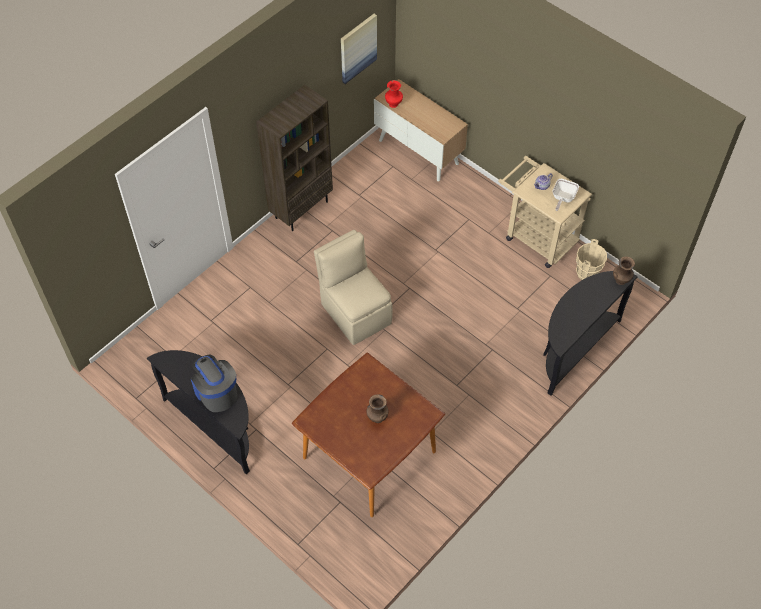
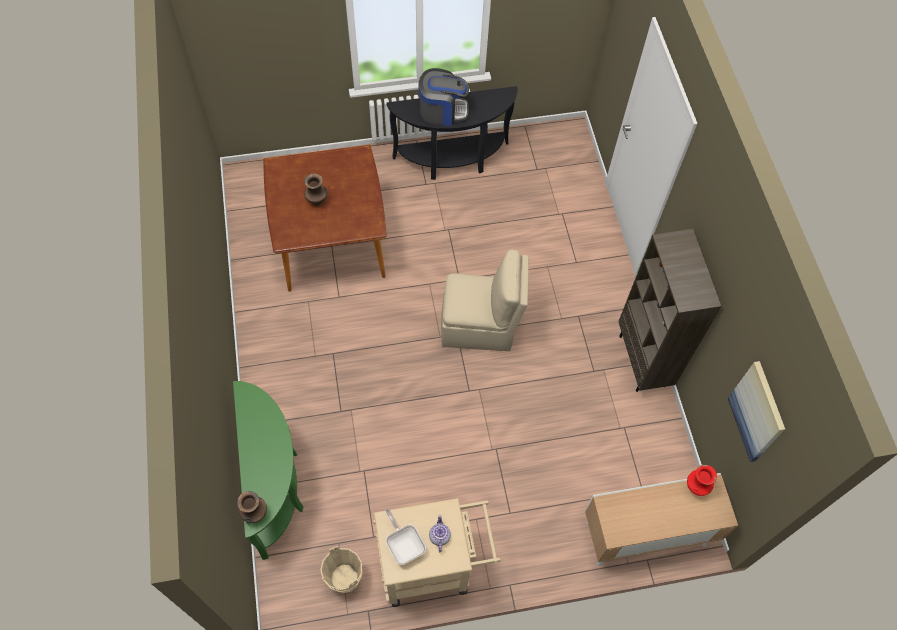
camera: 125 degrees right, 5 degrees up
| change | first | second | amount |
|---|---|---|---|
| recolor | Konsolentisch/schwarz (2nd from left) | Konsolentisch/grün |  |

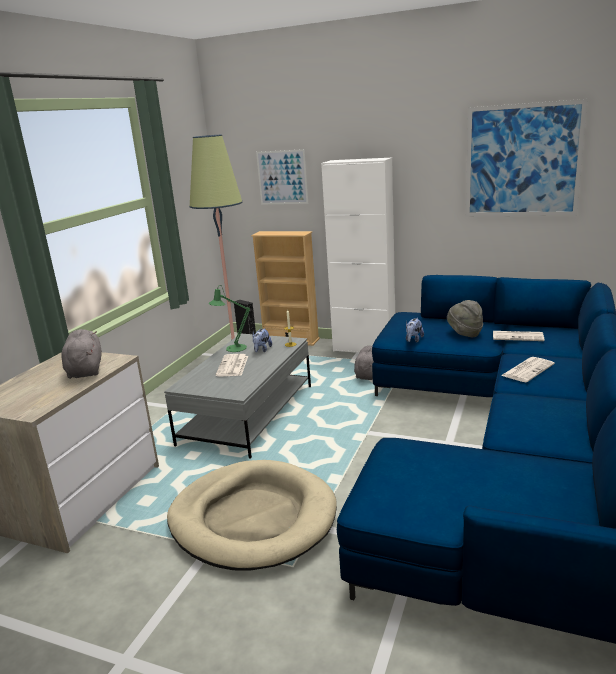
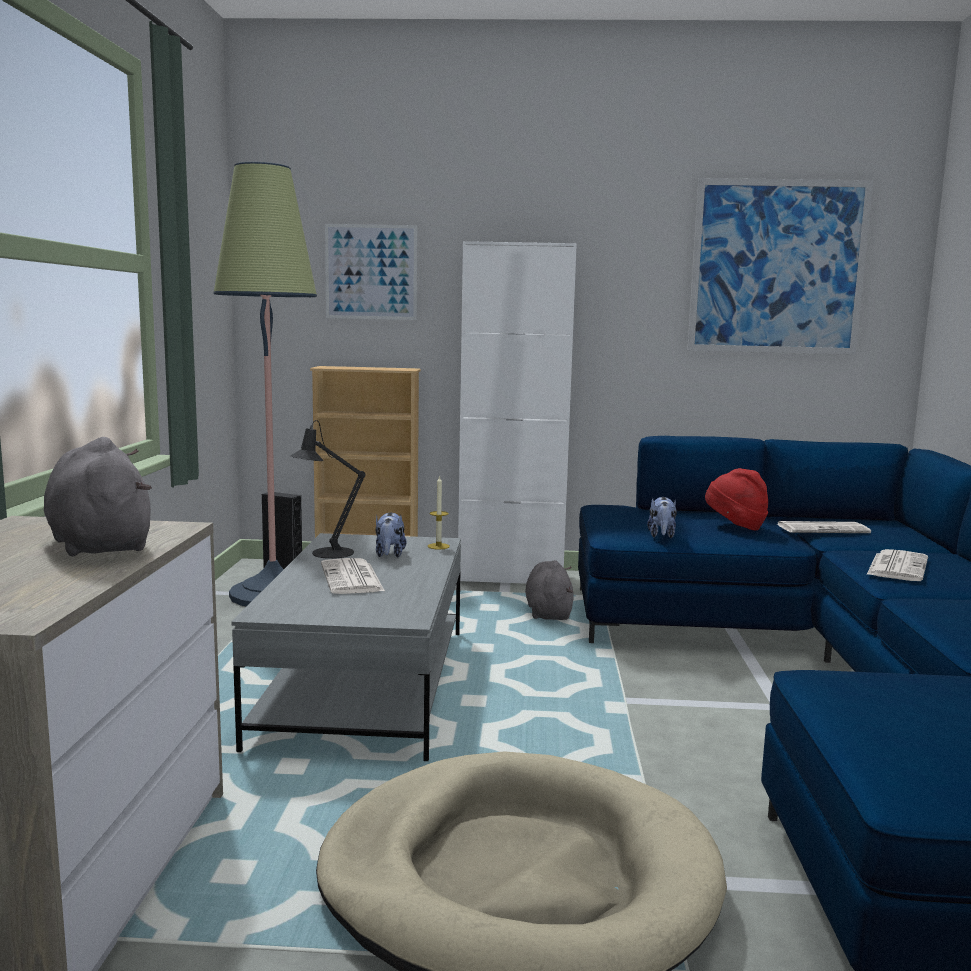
camera: 20 degrees left, 10 degrees down
| change | first | second | amount |
|---|---|---|---|
| recolor | Tischlampe/grün | Tischlampe/schwarz |  |
| recolor | Hut/grau | Hut/rot |  |

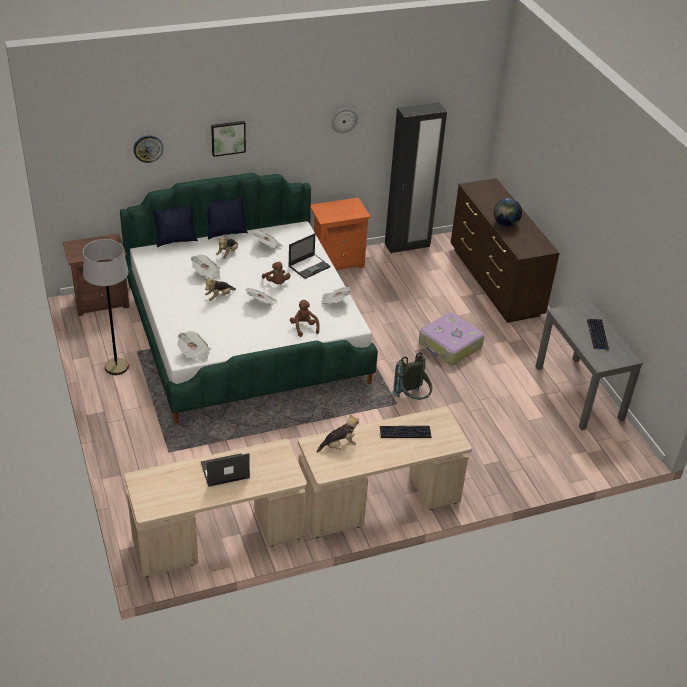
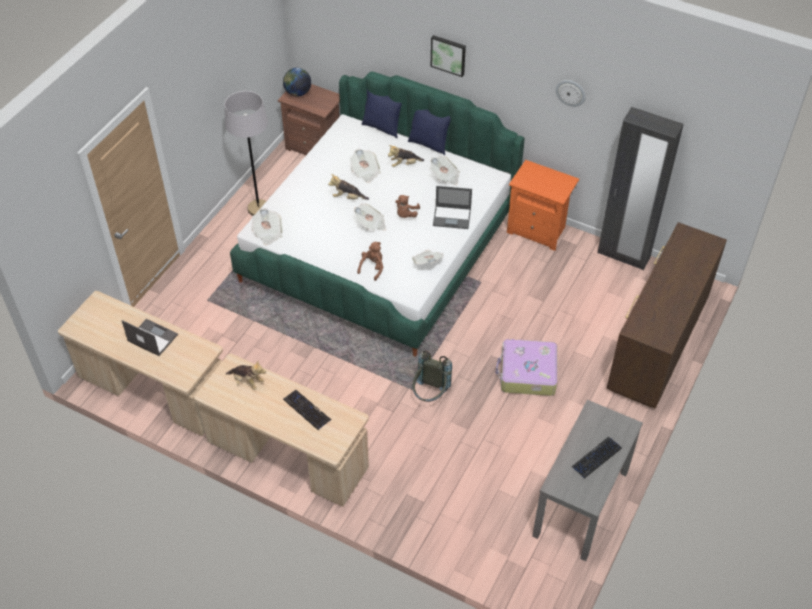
camera: 50 degrees right, 10 degrees up
| change | first | second | amount |
|---|---|---|---|
| move | Globus |  |  |
| delete | Wanduhr (1st from left) |  |  |

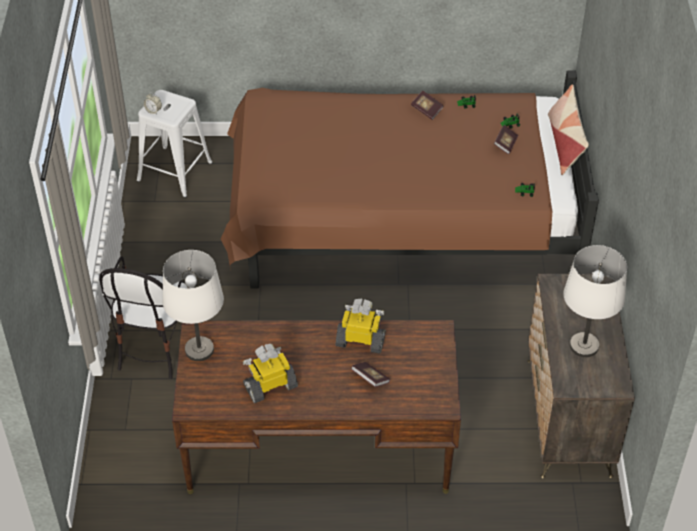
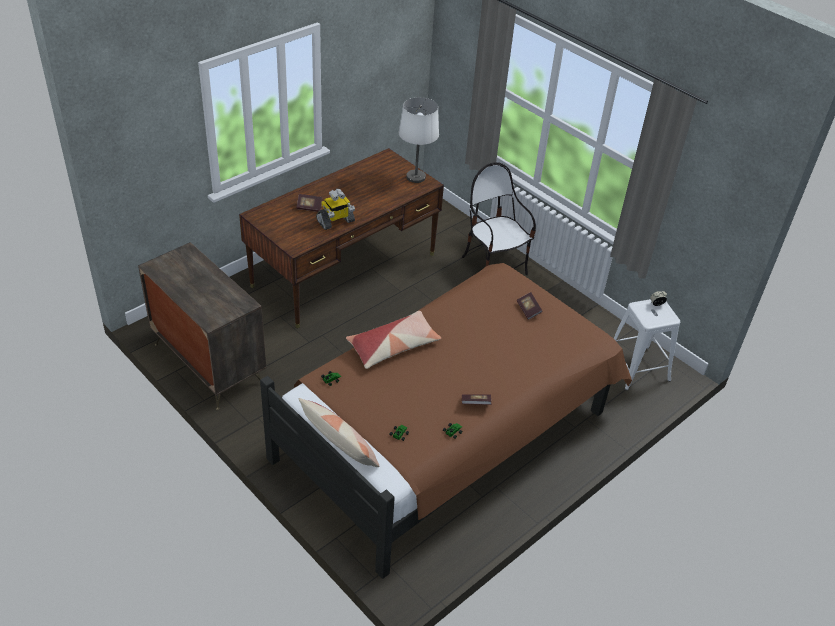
camera: 135 degrees right, 5 degrees down
| change | first | second | amount |
|---|---|---|---|
| insert |  | Kissen (2nd from left) |  |
| move | Buch (3rd from left) |  |  |
| delete | Spielzeugroboter (1st from left) |  |  |
| delete | Tischlampe/weiß (2nd from left) |  |  |

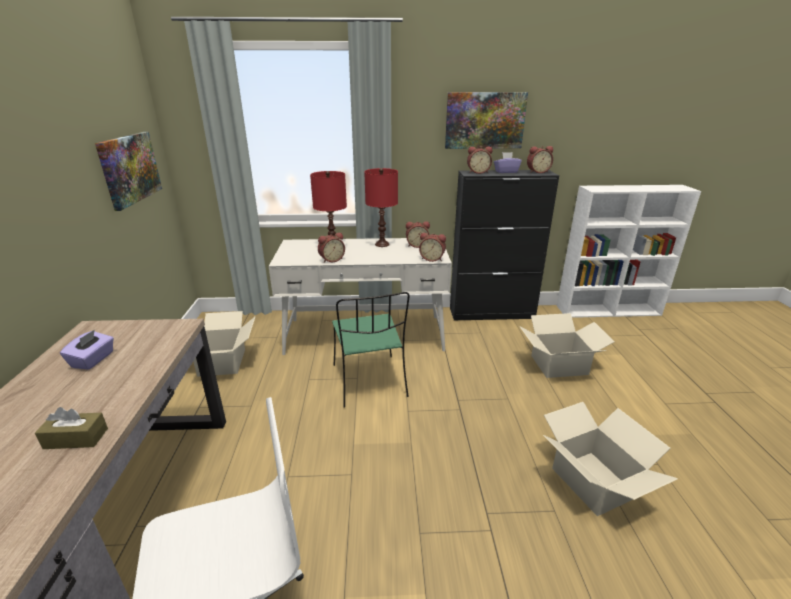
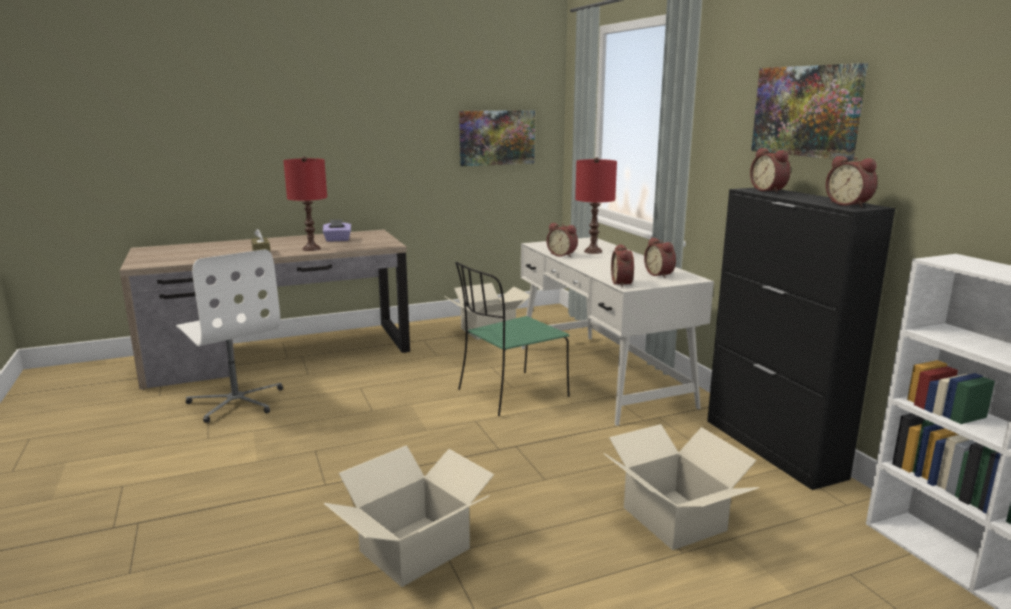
camera: 70 degrees right, 10 degrees down
| change | first | second | amount |
|---|---|---|---|
| move | Tischlampe/rot (2nd from left in the first image) | Tischlampe/rot (1st from left) |  |
| delete | Taschentuchbox/lila (2nd from left) |  |  |

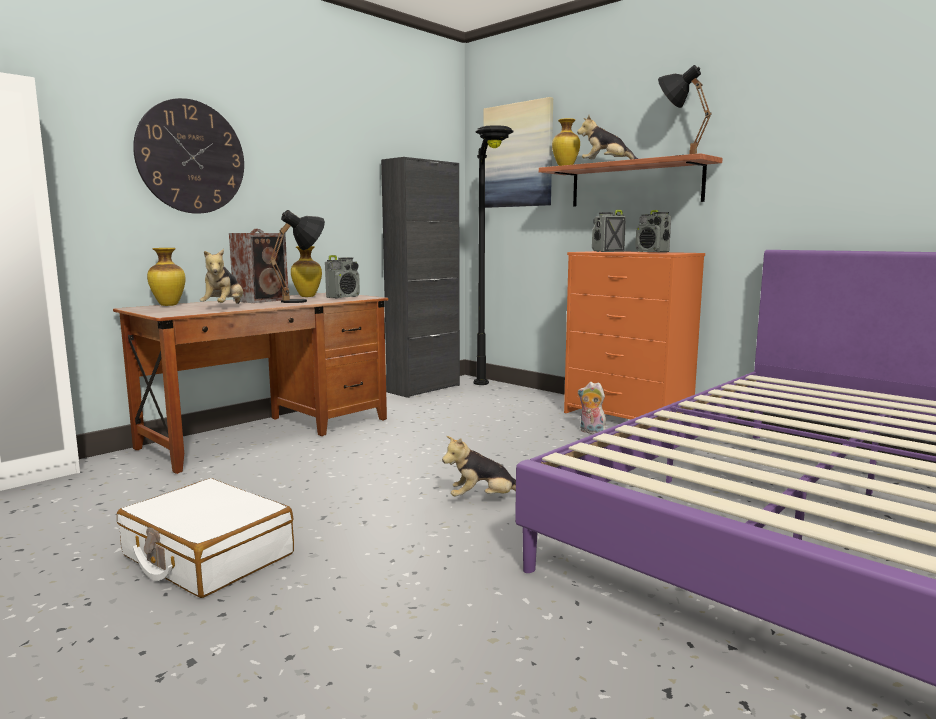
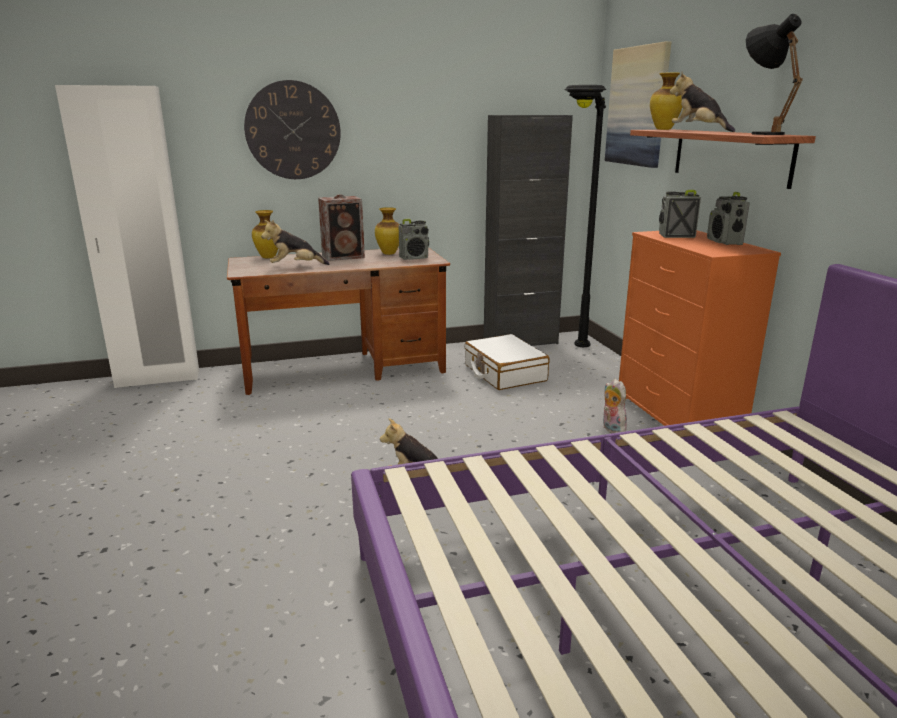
camera: 30 degrees right, 10 degrees up
| change | first | second | amount |
|---|---|---|---|
| rotate | Plüschtier (1st from left) |  | 45 degrees clockwise |
| move | Koffer/weiß |  |  |
| delete | Tischlampe/schwarz (1st from left) |  |  |

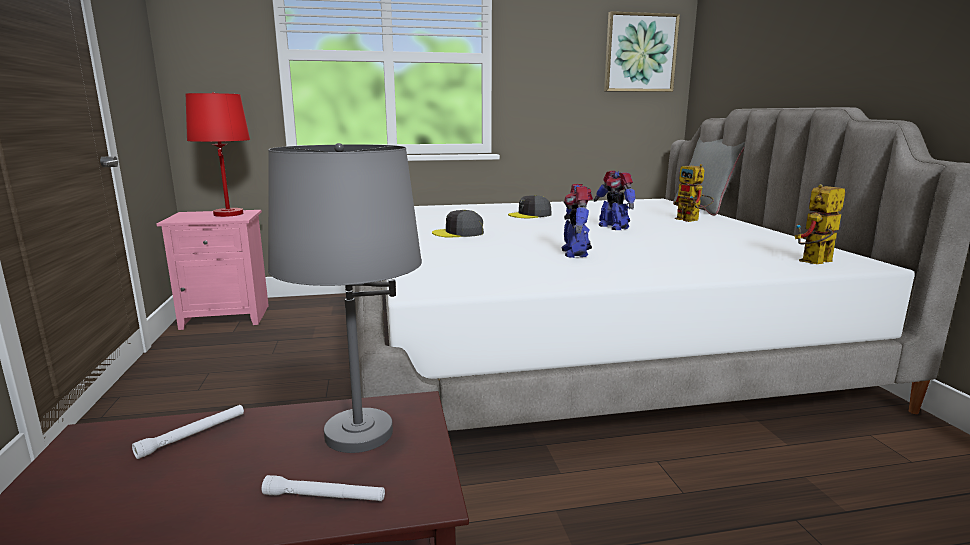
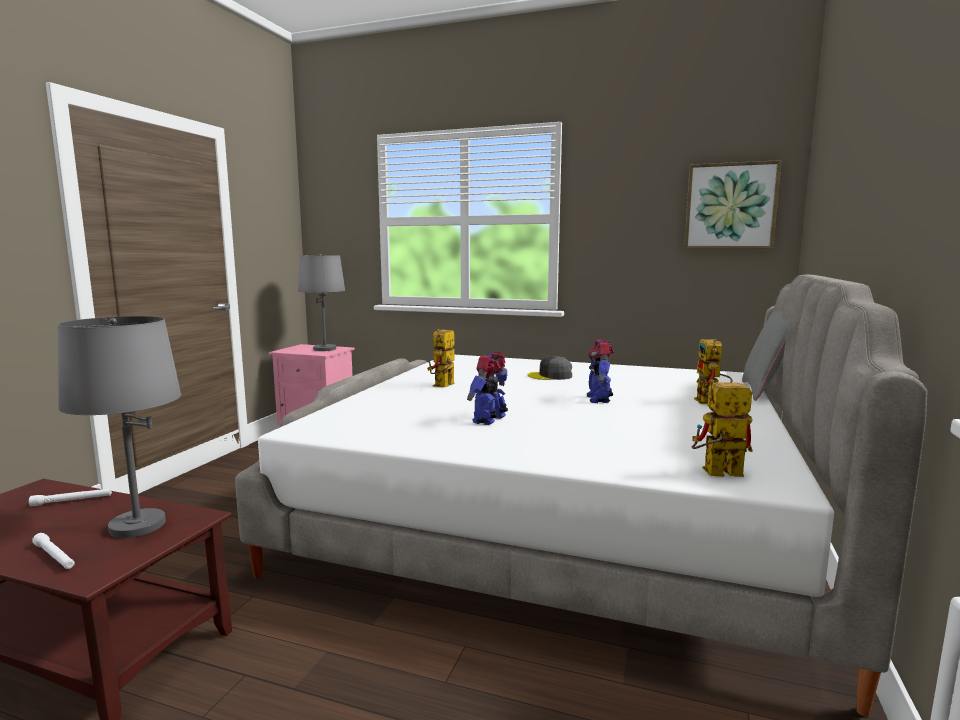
camera: 30 degrees right, 5 degrees down
| change | first | second | amount |
|---|---|---|---|
| recolor | Tischlampe/rot | Tischlampe/grau (2nd from left) |  |
| replace | Kappe/grau (1st from left) | Spielzeugroboter (1st from left) |  |

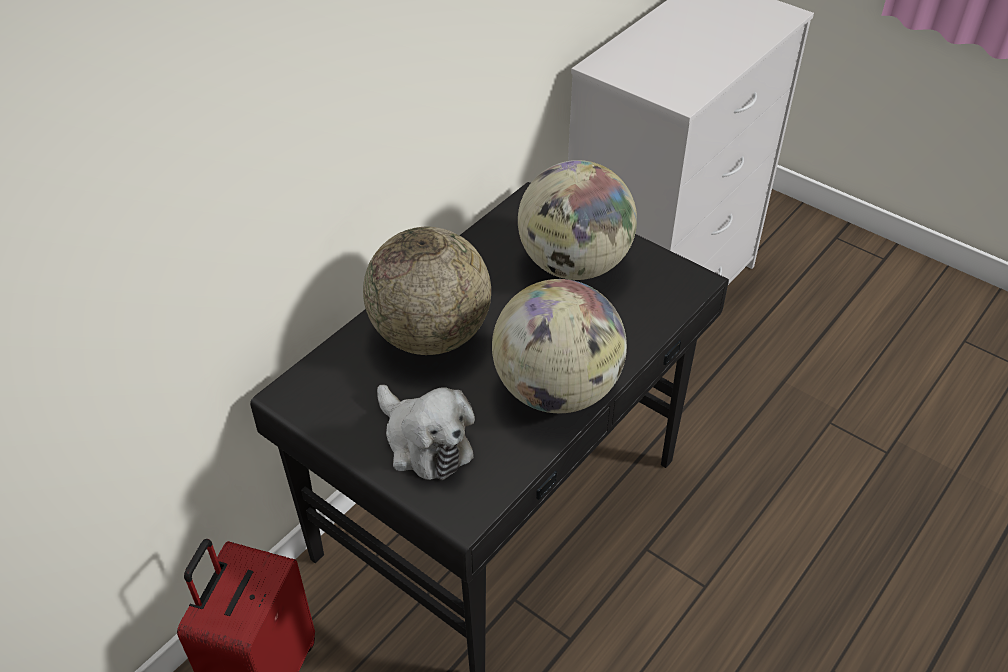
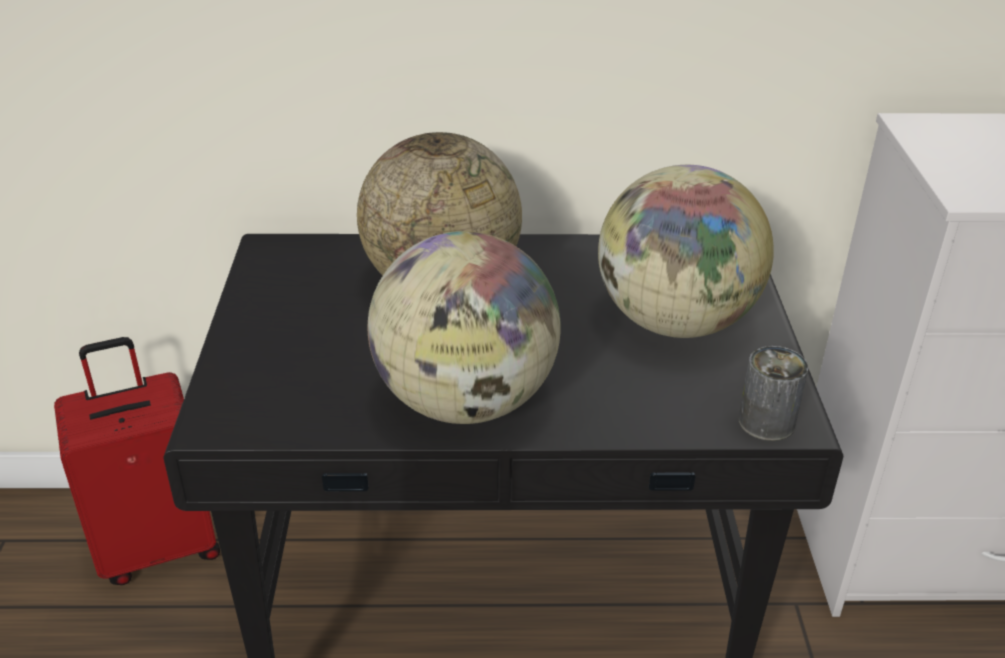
camera: 50 degrees right, 10 degrees down
| change | first | second | amount |
|---|---|---|---|
| insert |  | Dose |  |
| delete | Plüschtier |  |  |

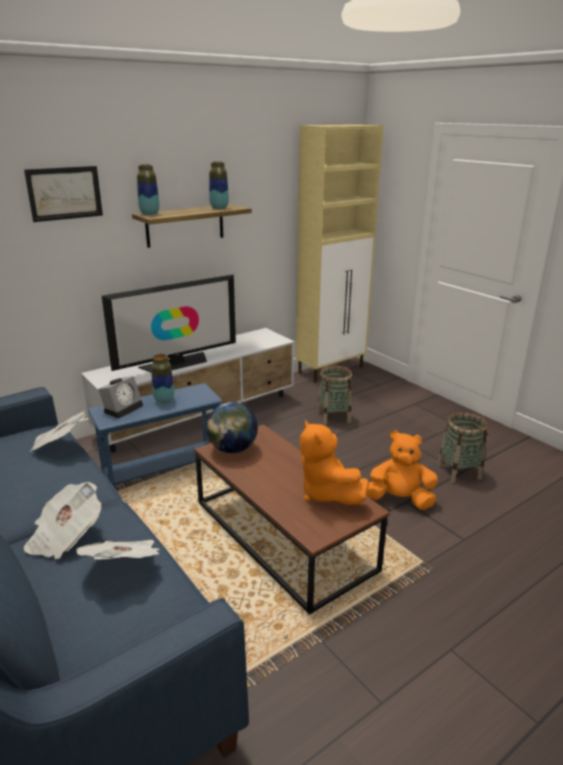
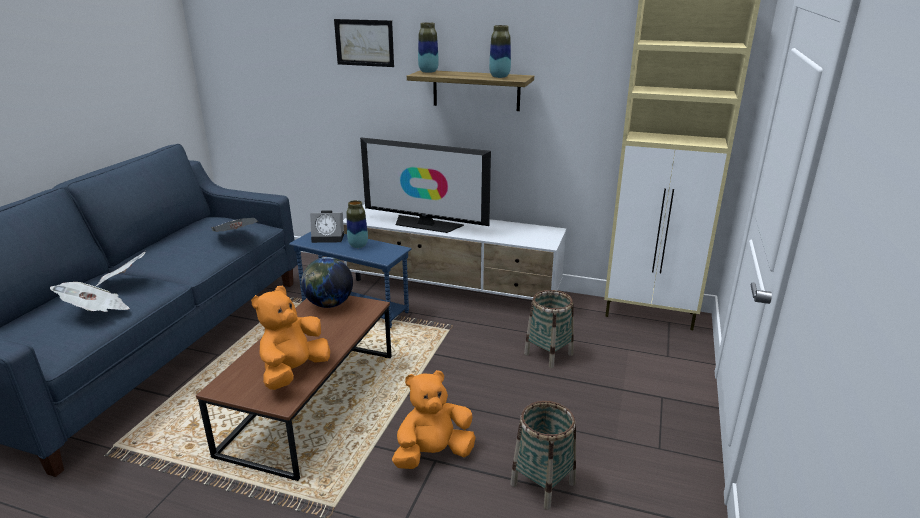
camera: 55 degrees right, 0 degrees up
| change | first | second | amount |
|---|---|---|---|
| rotate | Plüschtier/orange (2nd from left) |  | 90 degrees counterclockwise |

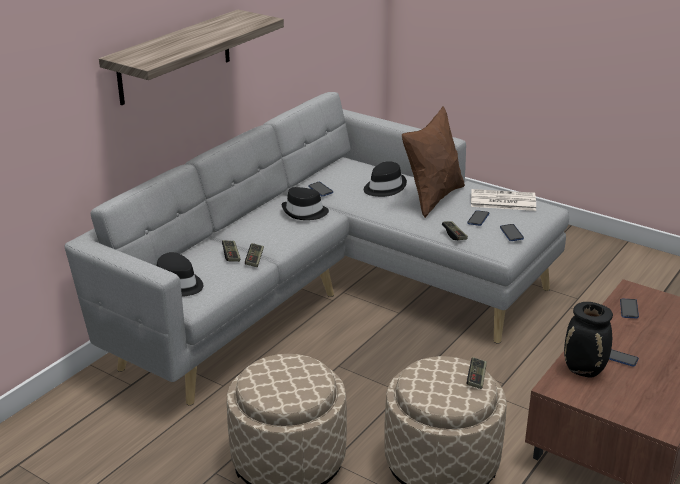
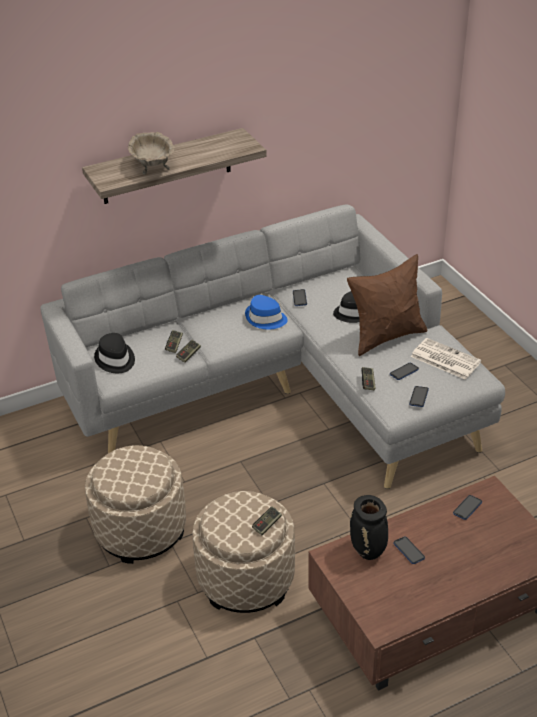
camera: 30 degrees right, 10 degrees up
| change | first | second | amount |
|---|---|---|---|
| insert |  | Schüssel/beige |  |
| recolor | Hut/schwarz (2nd from left) | Hut/blau |  |

